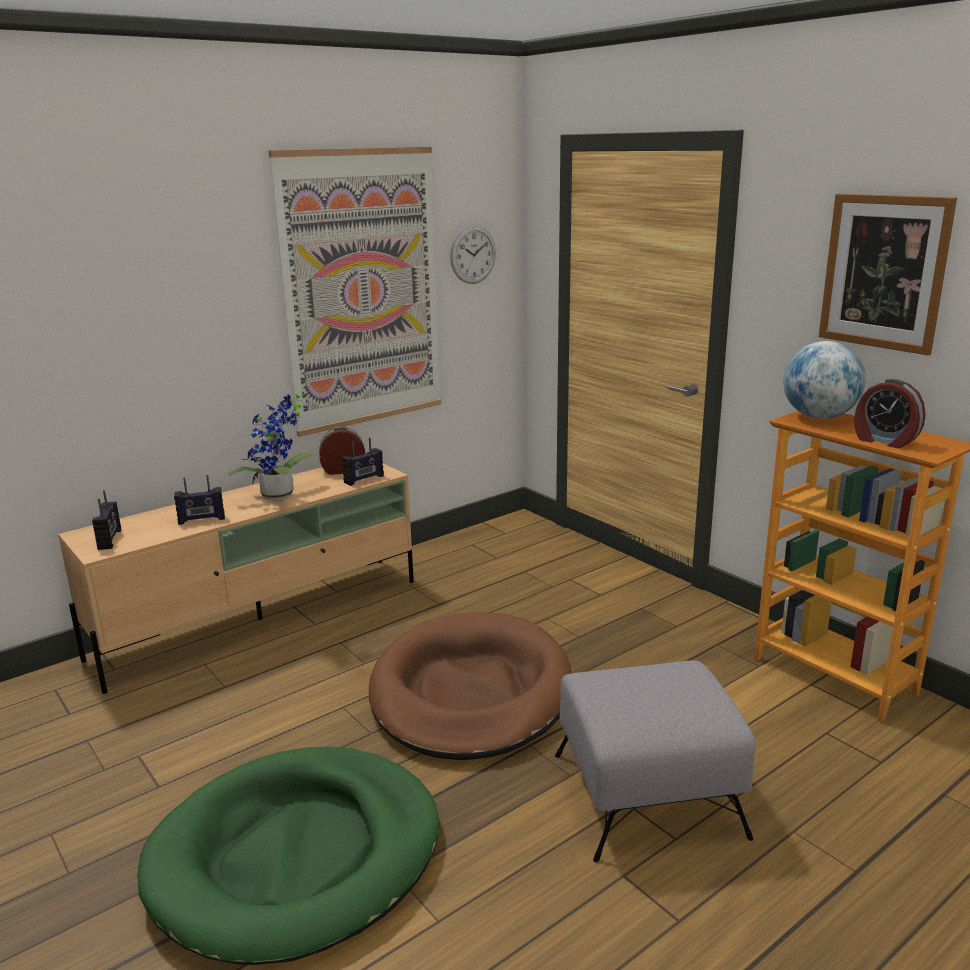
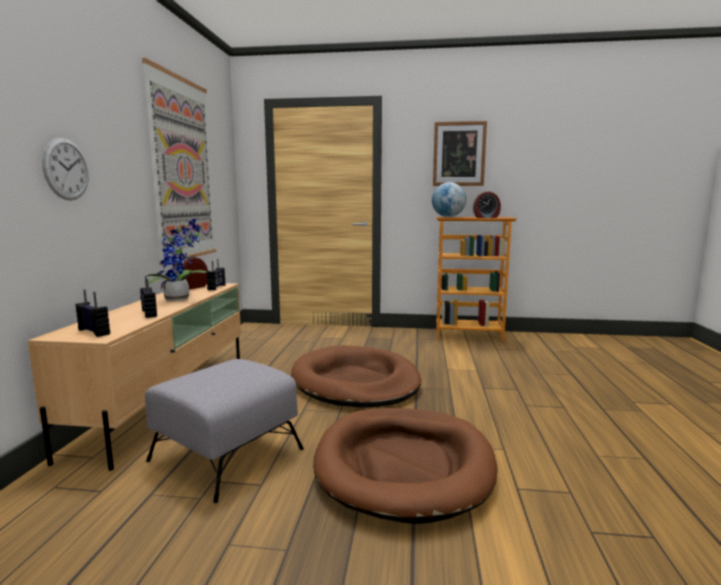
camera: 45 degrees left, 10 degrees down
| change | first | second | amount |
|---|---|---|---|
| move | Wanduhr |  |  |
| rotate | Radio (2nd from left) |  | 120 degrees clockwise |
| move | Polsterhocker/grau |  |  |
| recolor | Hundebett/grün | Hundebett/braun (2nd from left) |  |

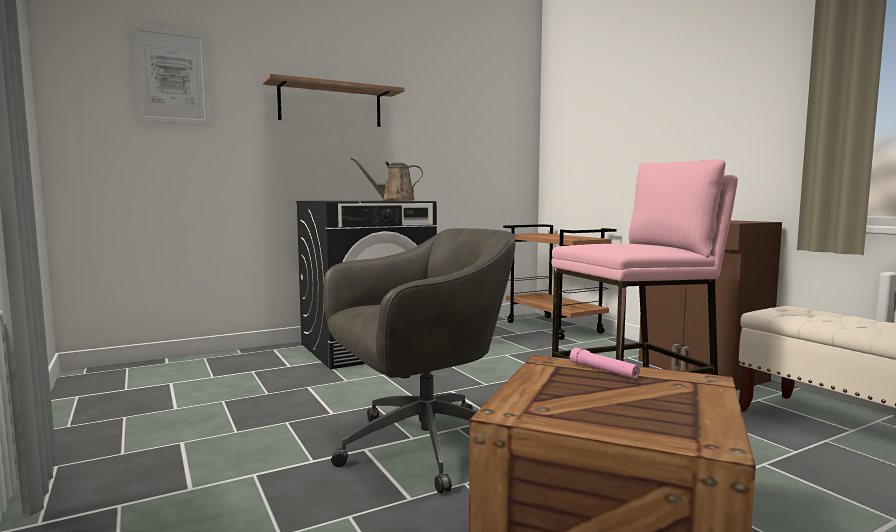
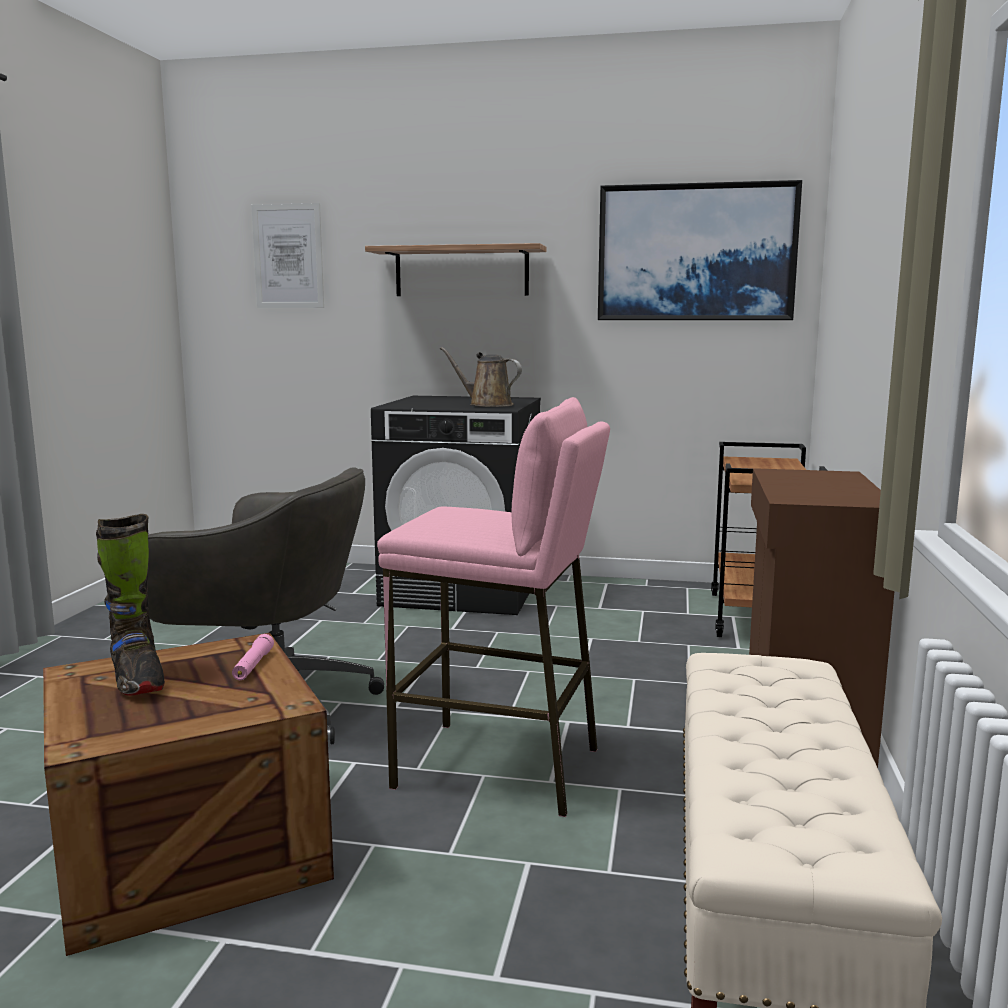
camera: 40 degrees right, 5 degrees up
| change | first | second | amount |
|---|---|---|---|
| insert |  | Stiefel/schwarz |  |
| insert |  | Bild (2nd from left) |  |

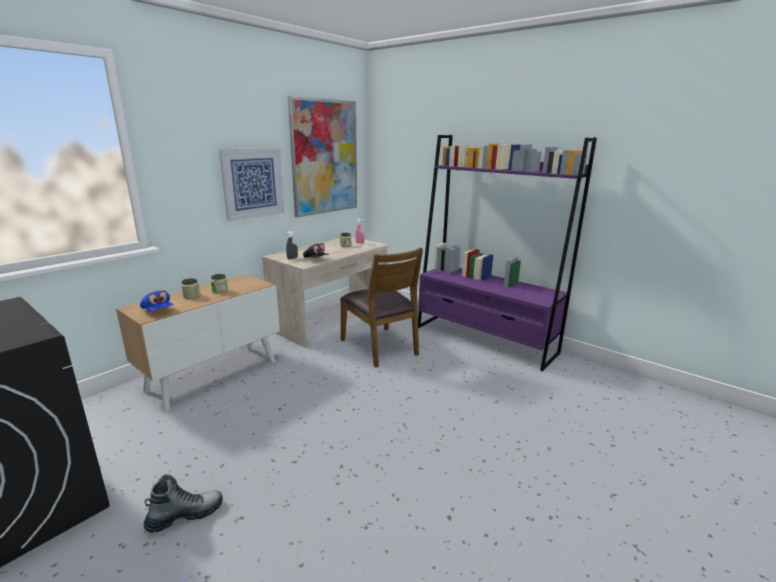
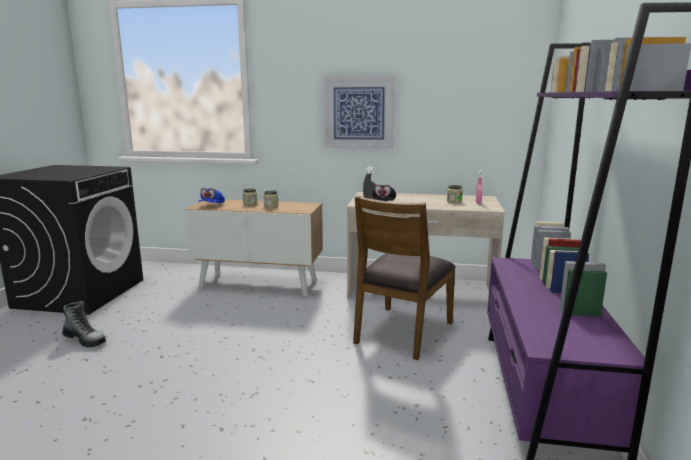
camera: 60 degrees right, 5 degrees down
| change | first | second | amount |
|---|---|---|---|
| delete | Bild (2nd from left) |  |  |

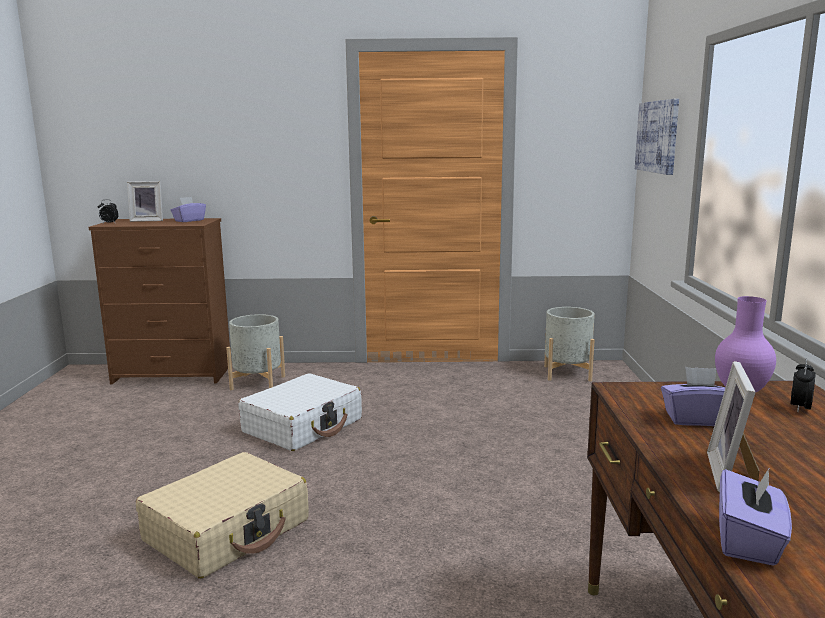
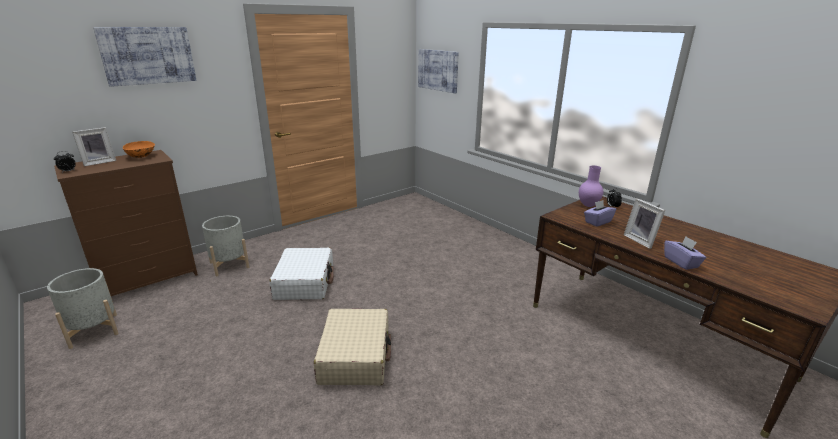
camera: 40 degrees left, 10 degrees up
| change | first | second | amount |
|---|---|---|---|
| move | Pflanzkübel/grau (2nd from left in the first image) | Pflanzkübel/grau (1st from left) |  |
| insert |  | Bild (1st from left) |  |
| replace | Taschentuchbox/lila (1st from left) | Schüssel/orange |  |

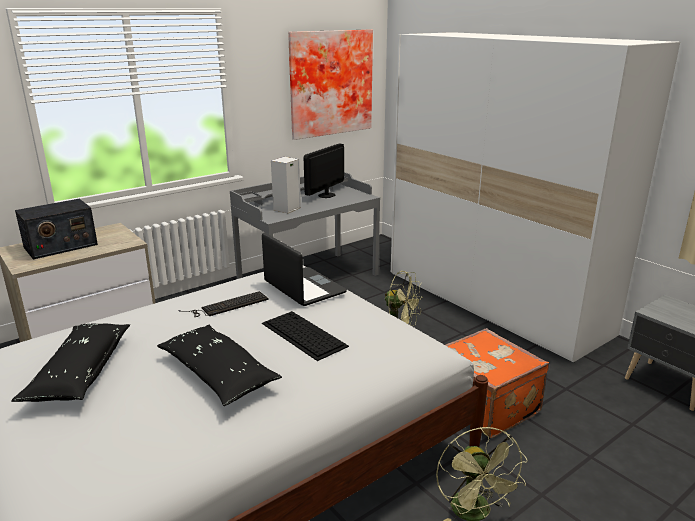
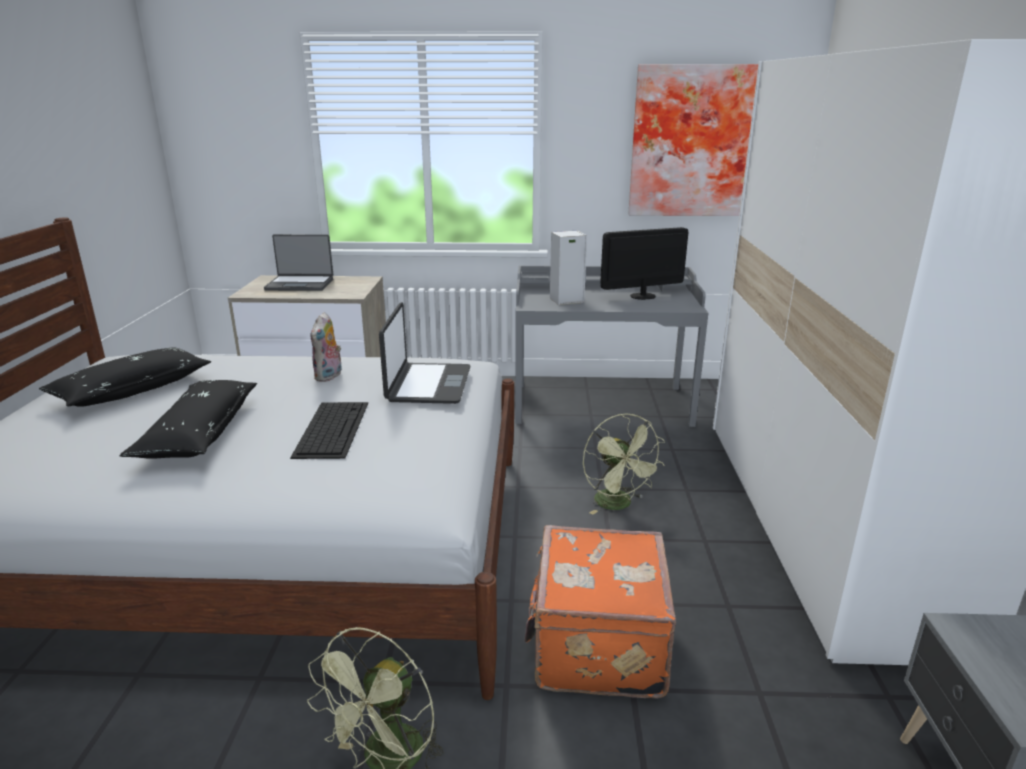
camera: 40 degrees right, 0 degrees up
| change | first | second | amount |
|---|---|---|---|
| replace | Radio | Laptop (1st from left) |  |
| replace | Tastatur (1st from left) | Plüschtier |  |

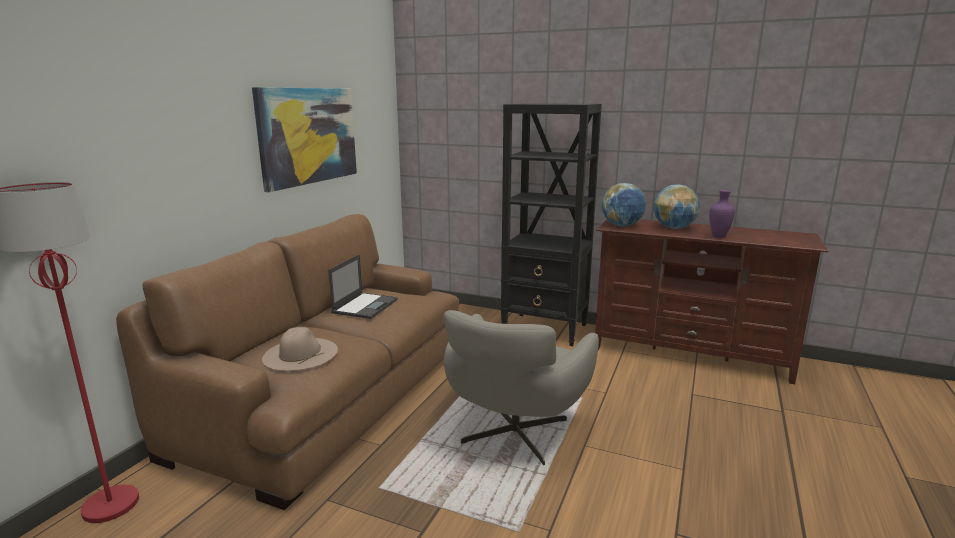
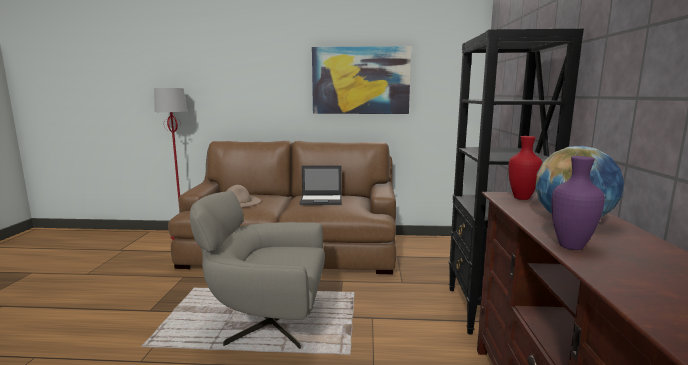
camera: 70 degrees right, 5 degrees down
| change | first | second | amount |
|---|---|---|---|
| replace | Globus (1st from left) | Vase/rot |  |

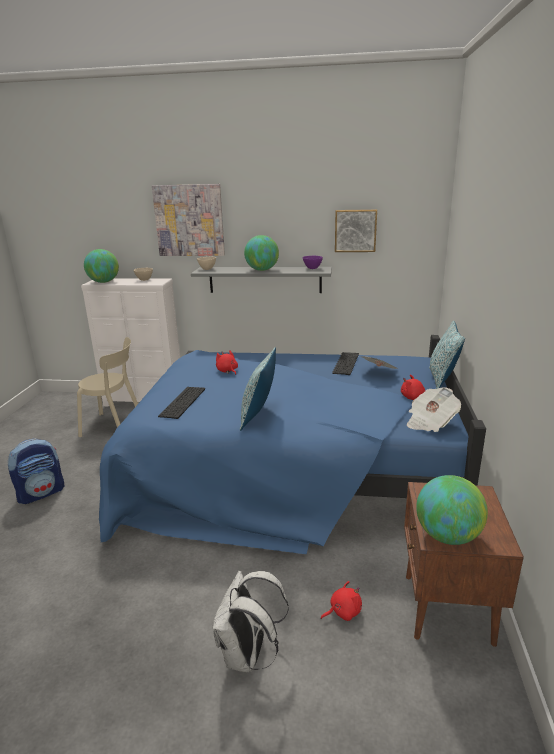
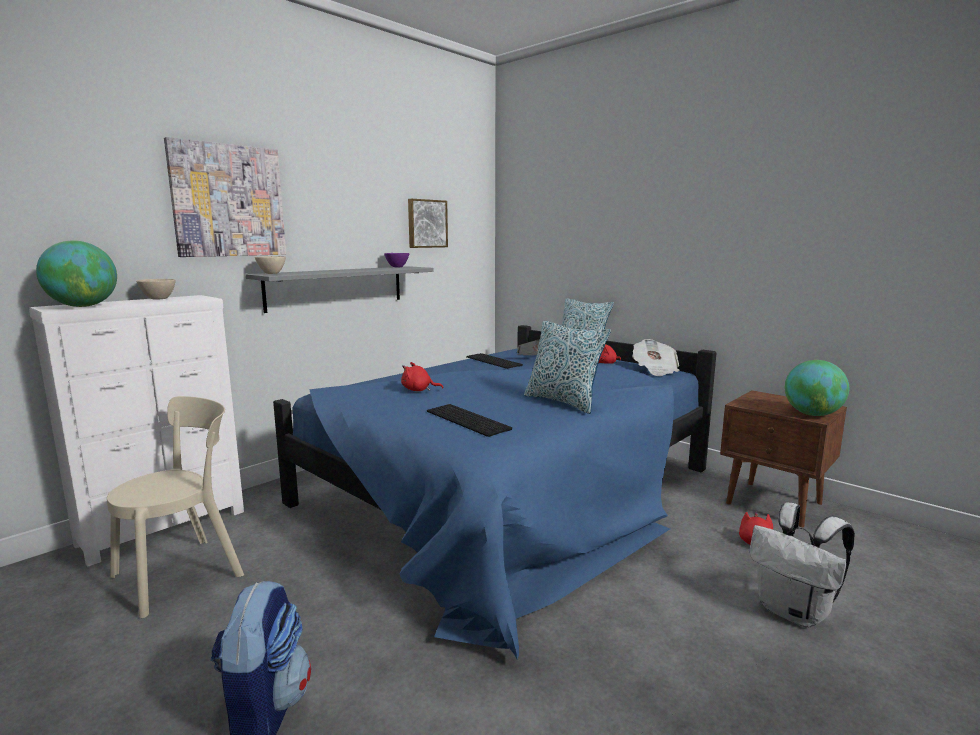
camera: 55 degrees left, 10 degrees down
| change | first | second | amount |
|---|---|---|---|
| delete | Globus (2nd from left) |  |  |

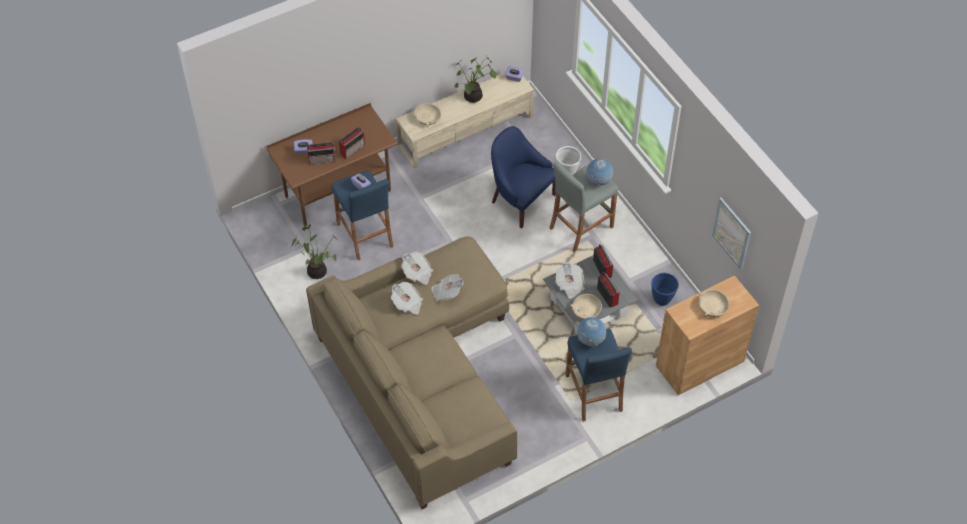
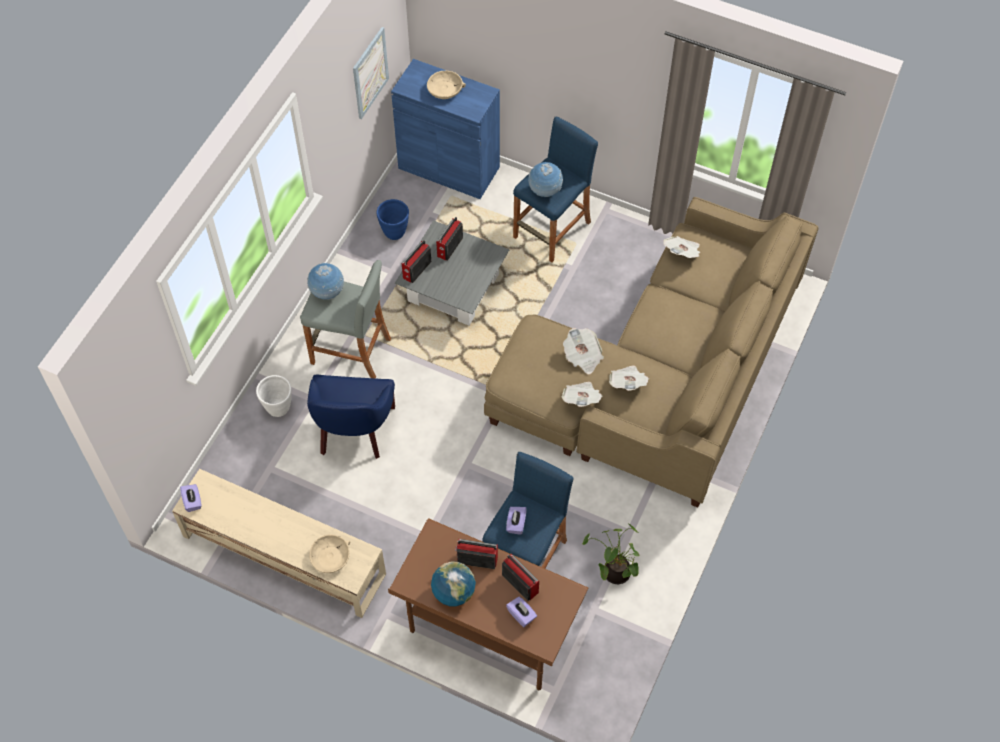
camera: 125 degrees left, 5 degrees up
| change | first | second | amount |
|---|---|---|---|
| recolor | Schrank/braun | Schrank/blau |  |
| insert |  | Globus (2nd from left) |  |
| move | Zeitung (4th from left) |  |  |
| delete | Topfpflanze (2nd from left) |  |  |
| delete | Schüssel/beige (2nd from left) |  |  |

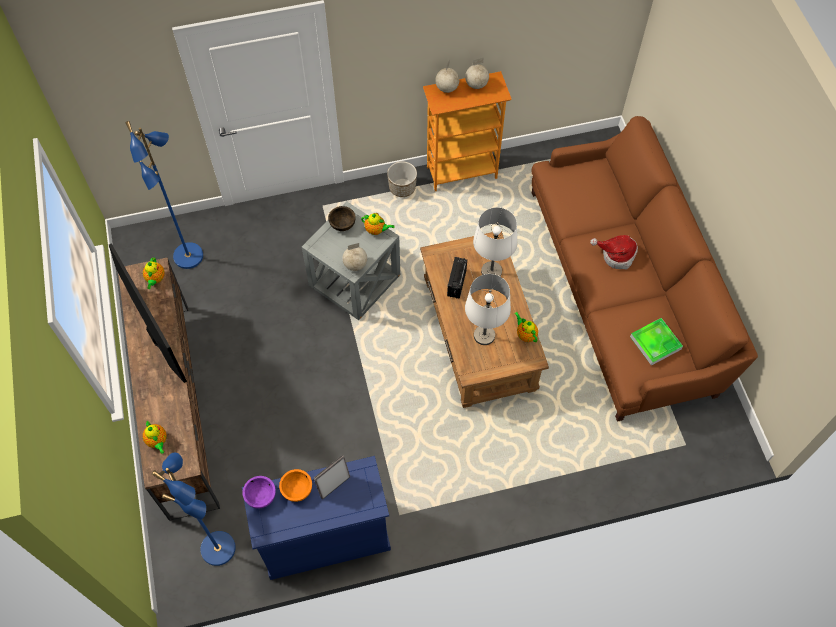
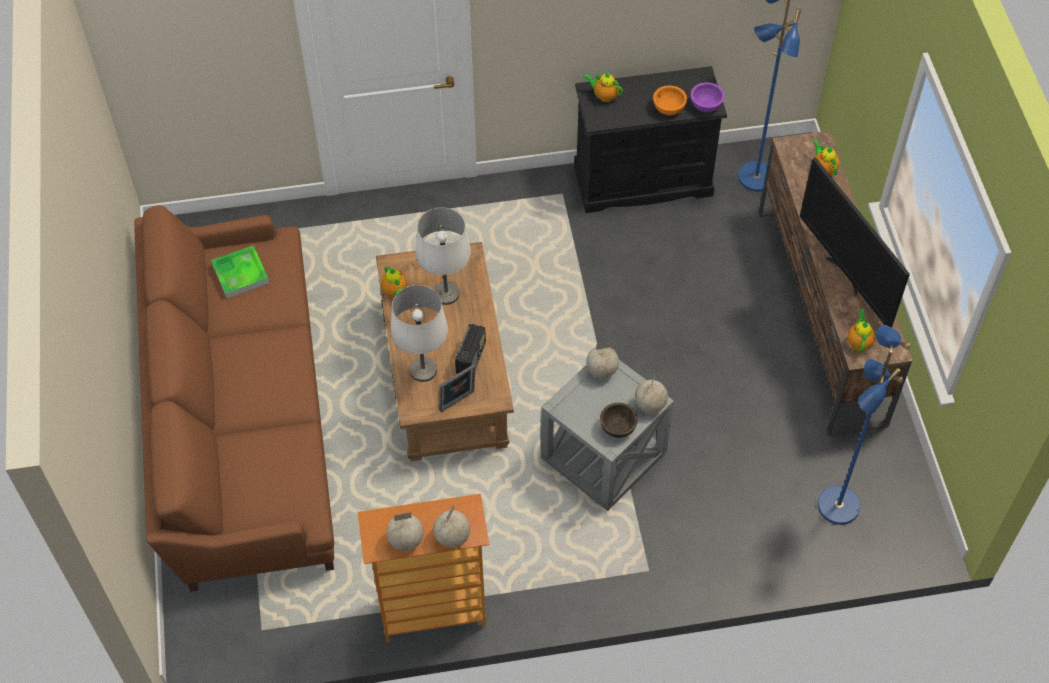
camera: 175 degrees left, 5 degrees down
| change | first | second | amount |
|---|---|---|---|
| move | Bilderrahmen |  |  |
| recolor | Kommode/blau | Kommode/schwarz |  |
| move | Teekanne (3rd from left in the first image) | Teekanne (2nd from left) |  |
| insert |  | Globus (4th from left) |  |
| delete | Pflanzkübel |  |  |
| delete | Hut |  |  |

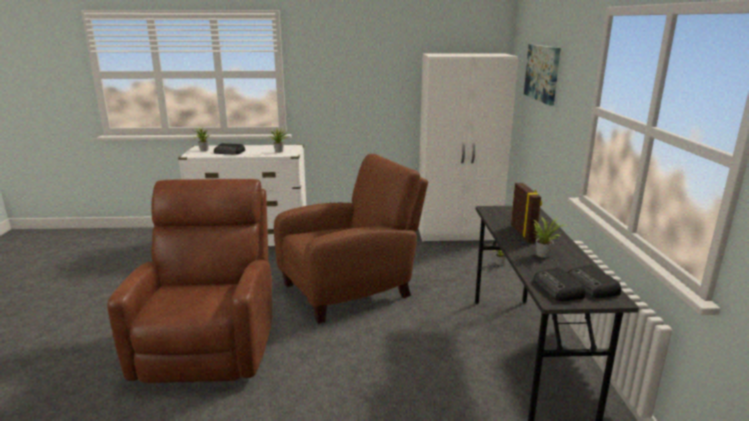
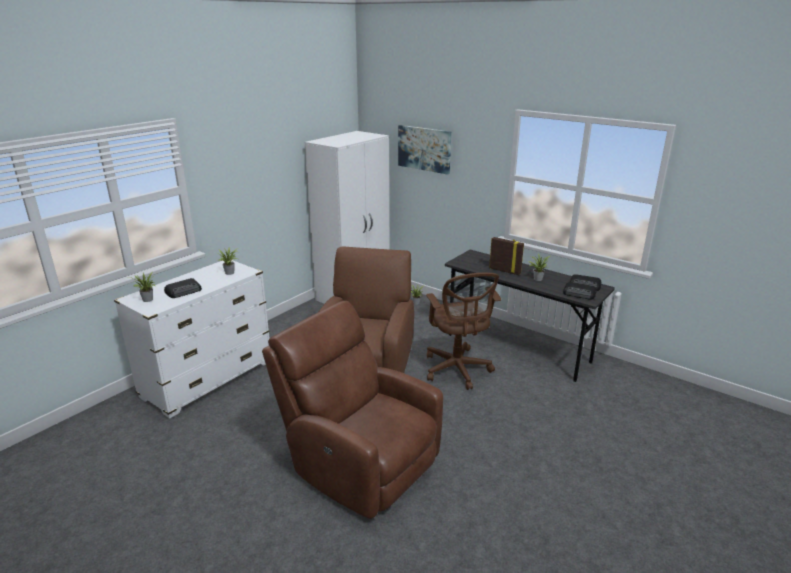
camera: 50 degrees left, 5 degrees up
| change | first | second | amount |
|---|---|---|---|
| insert |  | Bürostuhl/braun |  |

